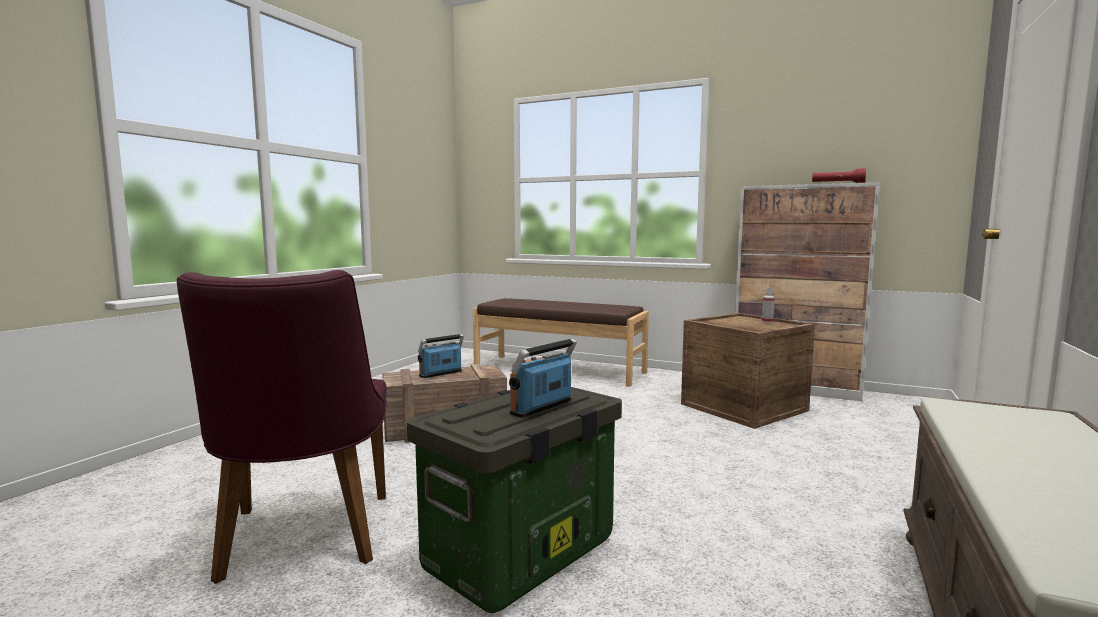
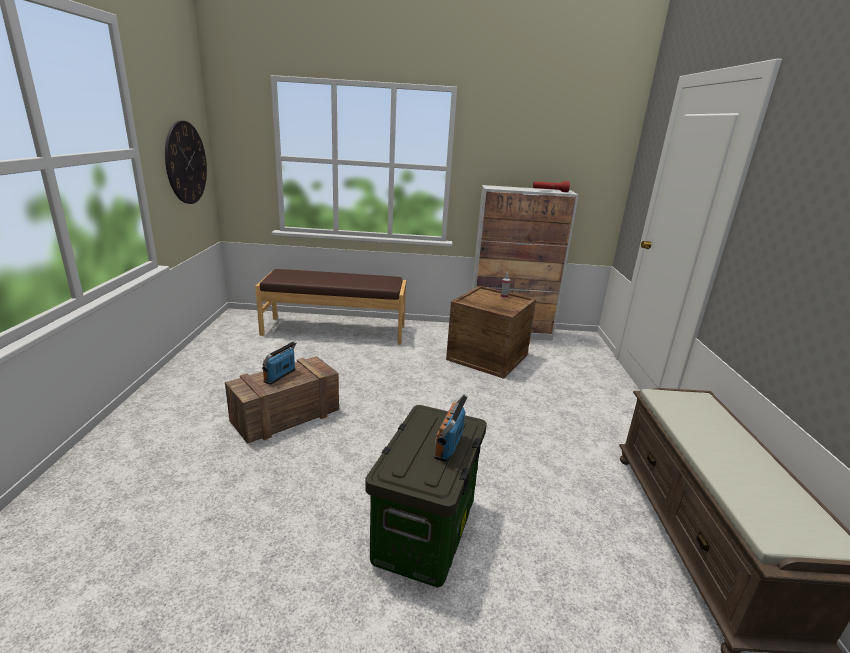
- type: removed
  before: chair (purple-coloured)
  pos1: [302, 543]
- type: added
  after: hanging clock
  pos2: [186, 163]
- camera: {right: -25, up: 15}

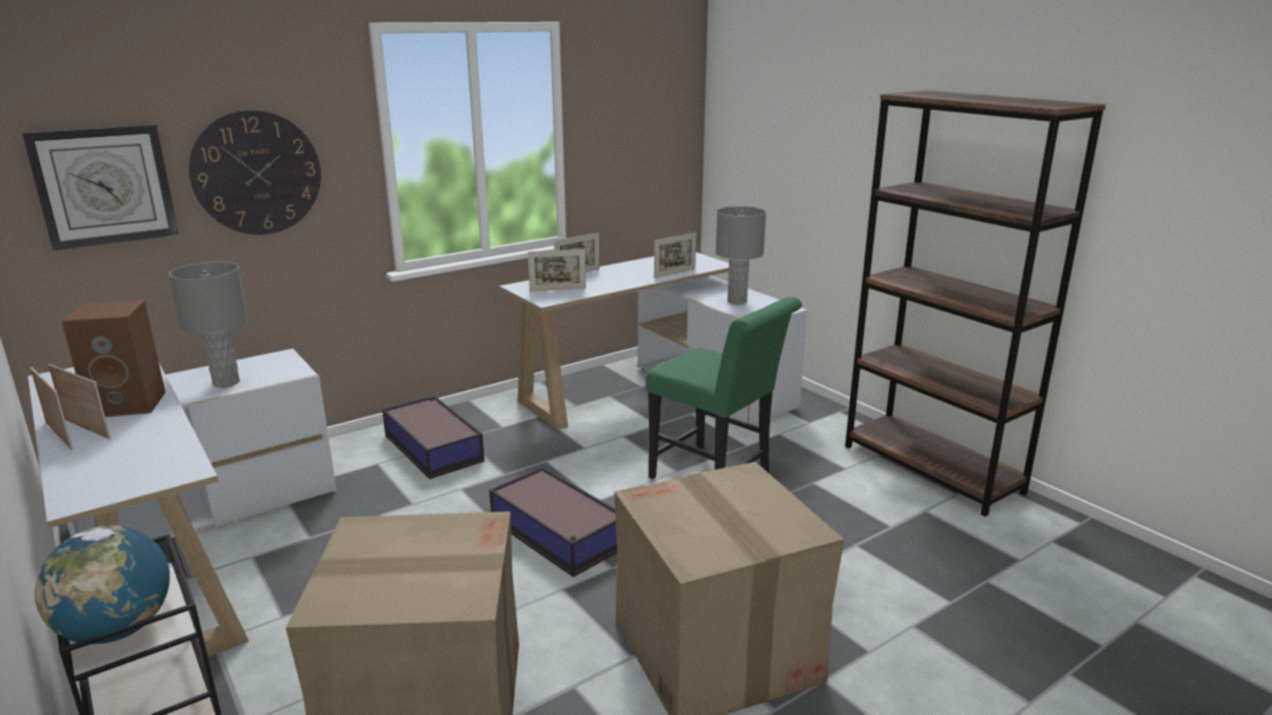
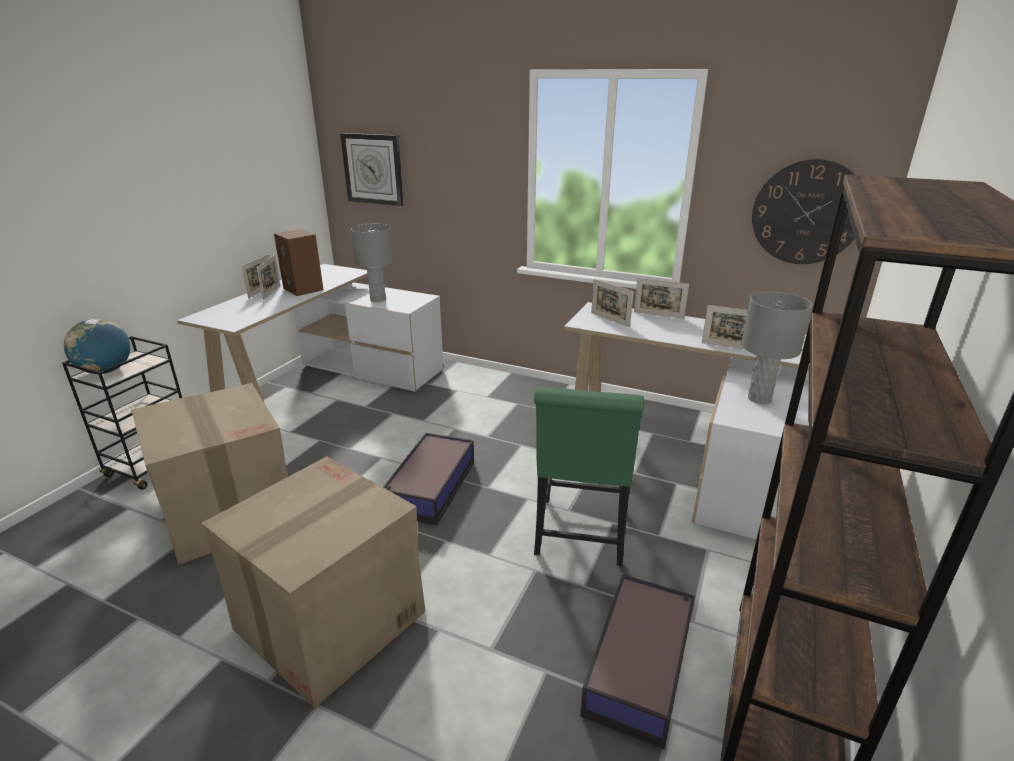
- type: moved
  before: hanging clock
  pos1: [257, 173]
  pos2: [807, 213]
- type: moved
  before: storage box
  pos1: [433, 447]
  pos2: [640, 665]
- camera: {right: 60, up: 5}

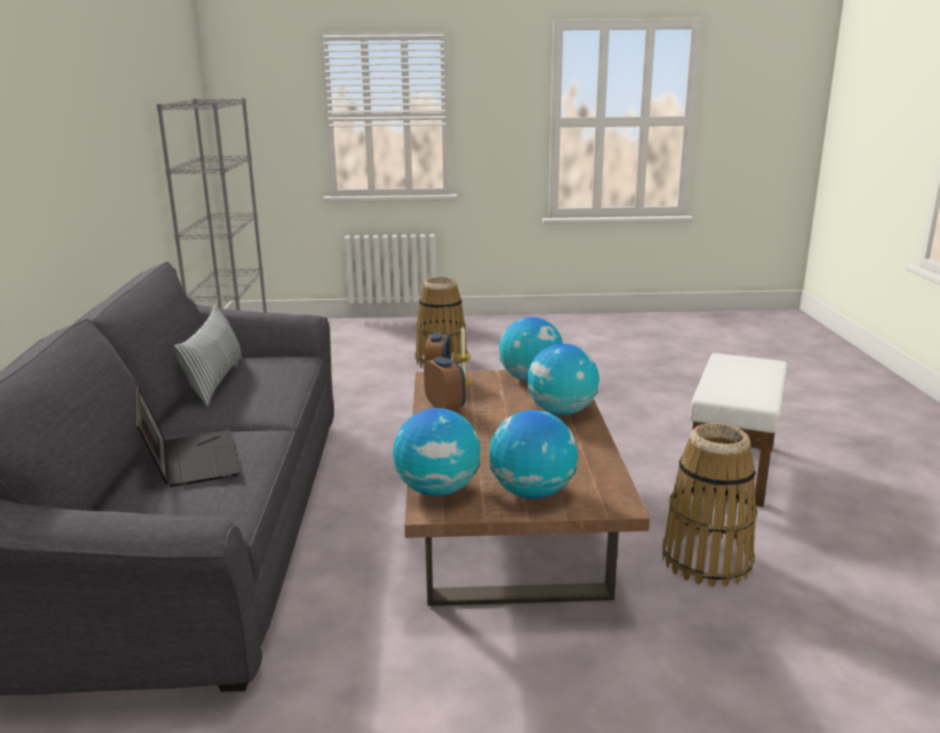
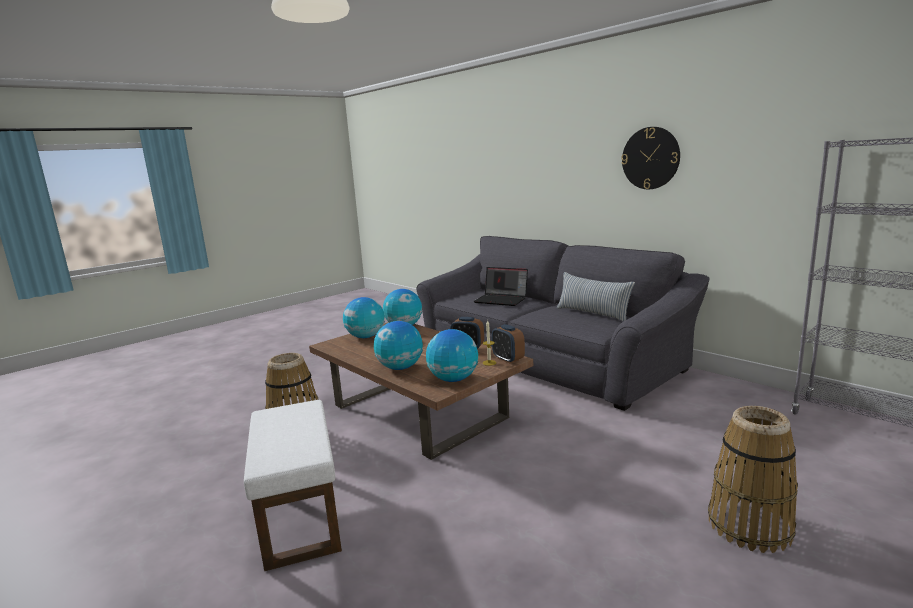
- type: added
  after: hanging clock
  pos2: [650, 158]
- camera: {right: 140, up: -5}

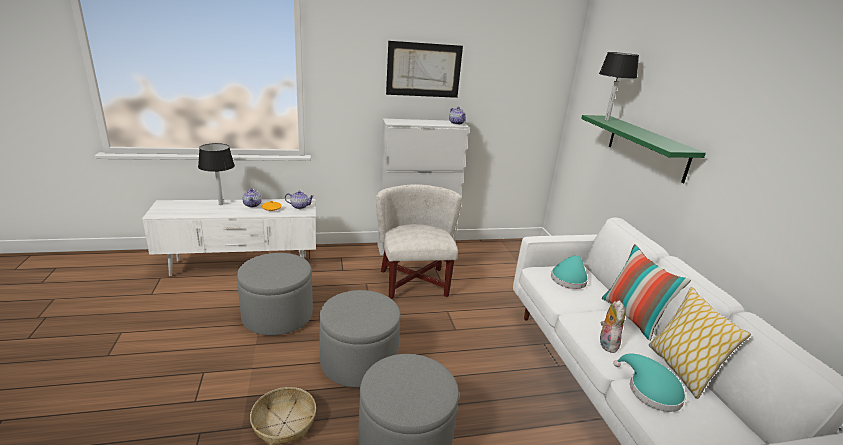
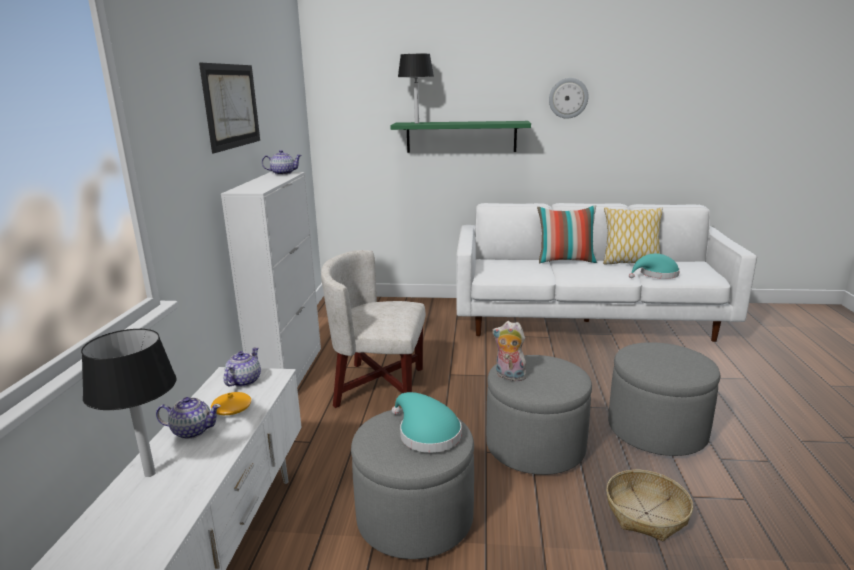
- type: moved
  before: wearable hat (turquoise-coloured)
  pos1: [569, 279]
  pos2: [426, 433]
- type: moved
  before: plush toy
  pos1: [606, 343]
  pos2: [508, 376]
- type: added
  after: hanging clock
  pos2: [568, 98]
- camera: {right: -70, up: -5}

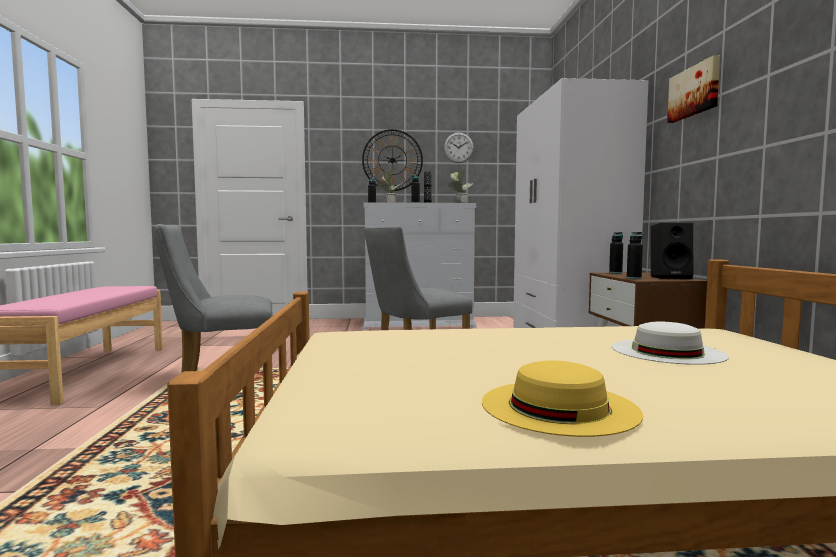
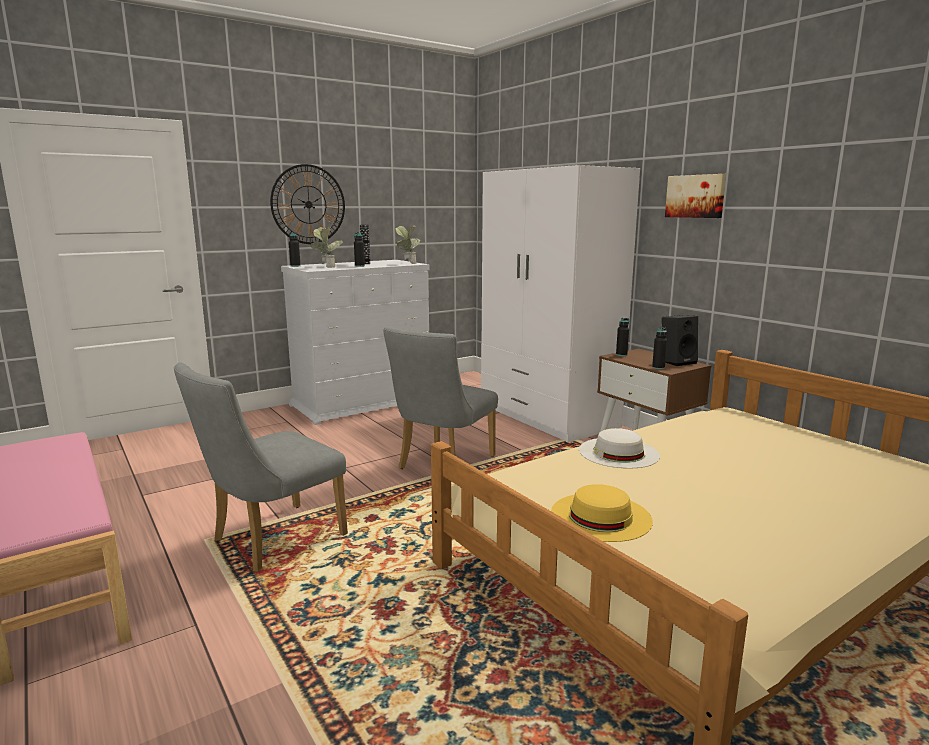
- type: removed
  before: hanging clock
  pos1: [458, 147]
- type: moved
  before: wearable hat (yellow)
  pos1: [558, 406]
  pos2: [600, 516]
- type: moved
  before: wearable hat (whitish)
  pos1: [667, 351]
  pos2: [618, 452]
- camera: {right: -30, up: 10}

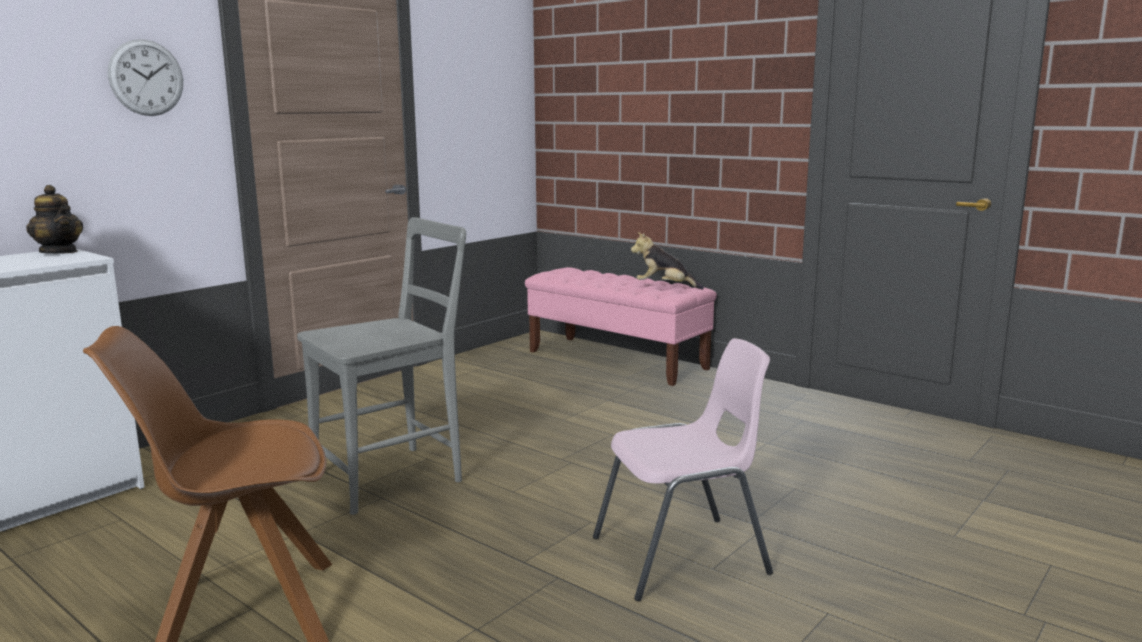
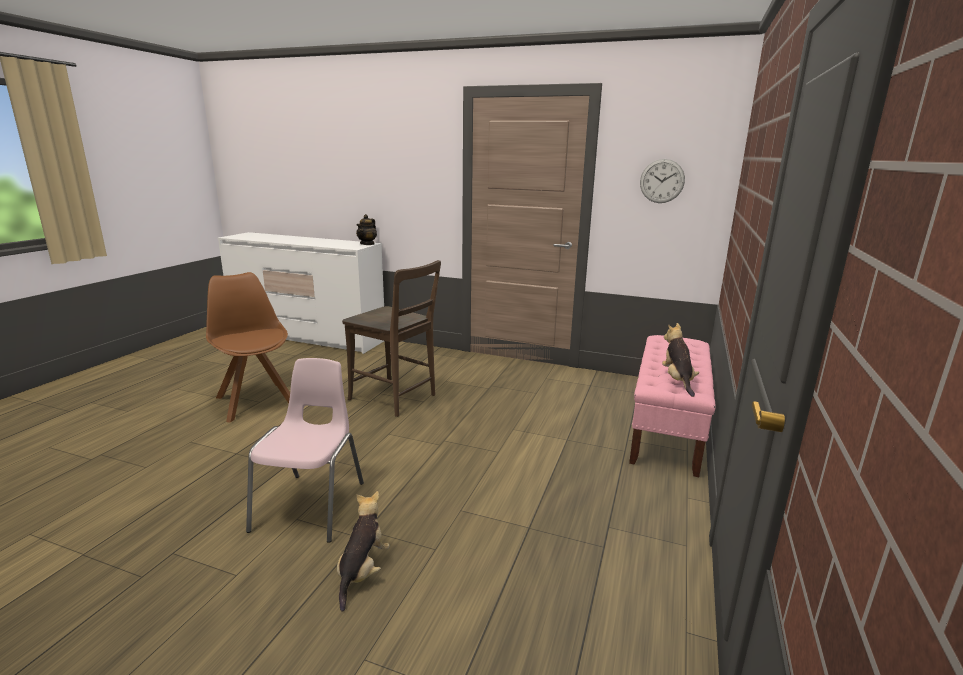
- type: moved
  before: hanging clock
  pos1: [146, 78]
  pos2: [662, 181]
- type: recoloured
  before: chair (grey)
  after: chair (brownish)
  pos1: [394, 476]
  pos2: [396, 398]
- type: turned
  before: chair (pink)
  pos1: [683, 556]
  pos2: [312, 505]
  turn: -135
- type: added
  after: plush toy
  pos2: [362, 571]
- camera: {right: 70, up: 5}

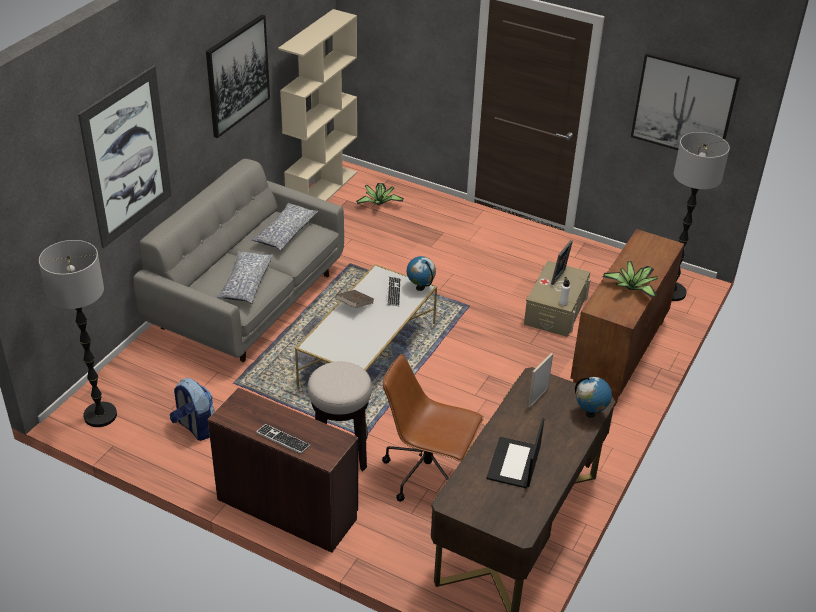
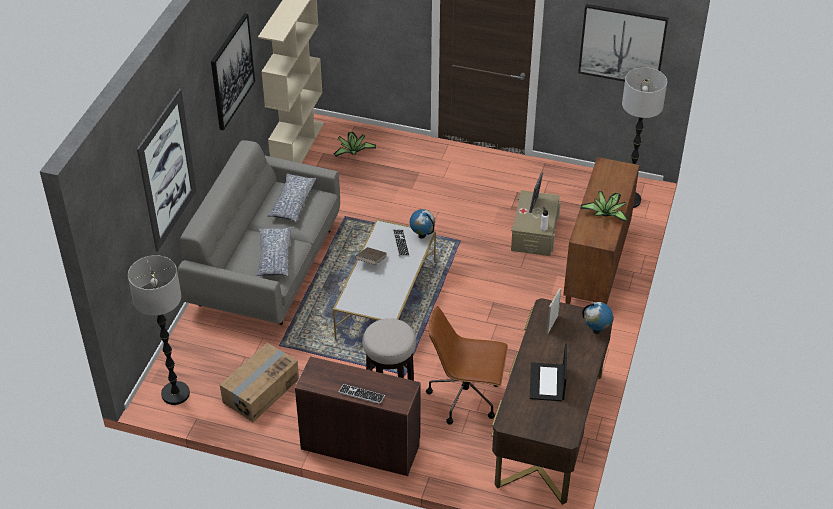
- type: replaced
  before: backpack
  after: packing box
  pos1: [195, 427]
  pos2: [260, 391]
- camera: {right: -10, up: 5}

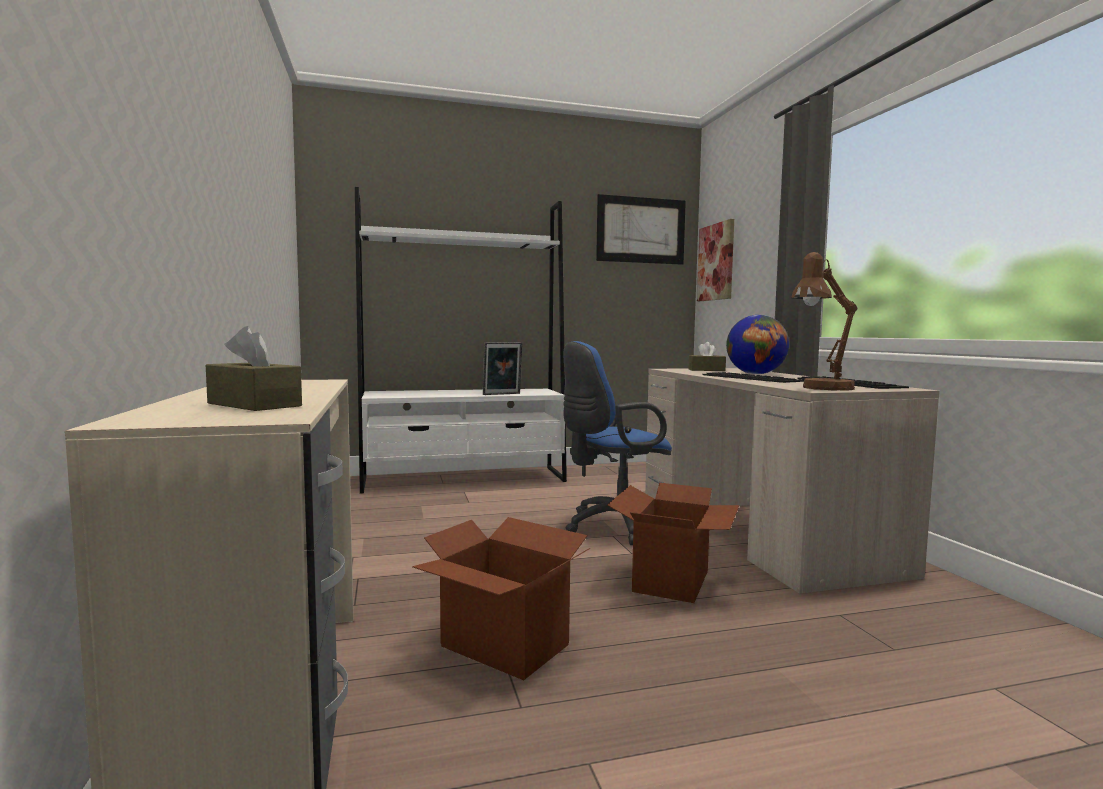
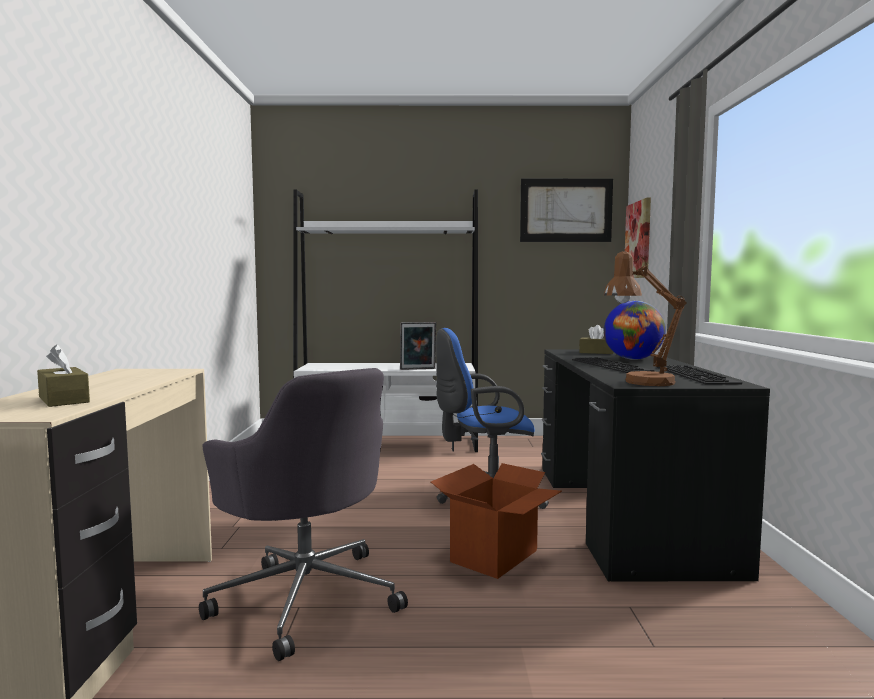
- type: replaced
  before: packing box
  after: office chair (grey)
  pos1: [504, 646]
  pos2: [306, 596]
- type: recoloured
  before: desk (sand-coloured)
  after: desk (blackish)
  pos1: [756, 528]
  pos2: [624, 512]
- camera: {right: 15, up: 0}

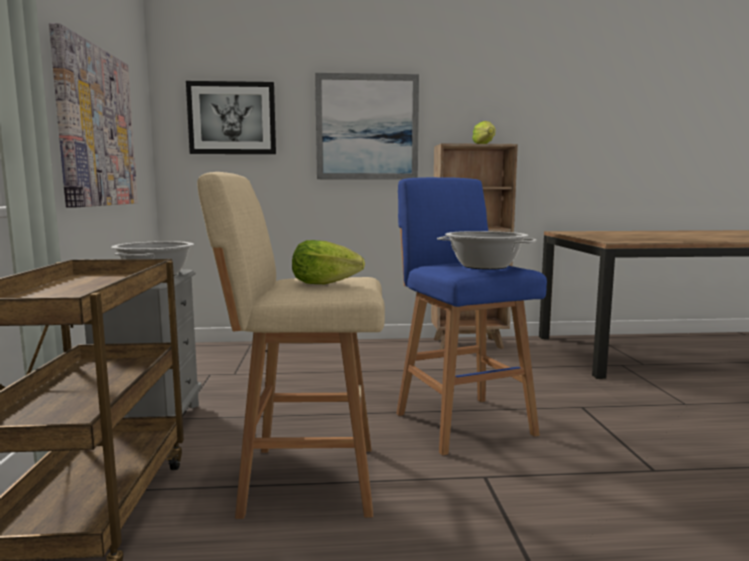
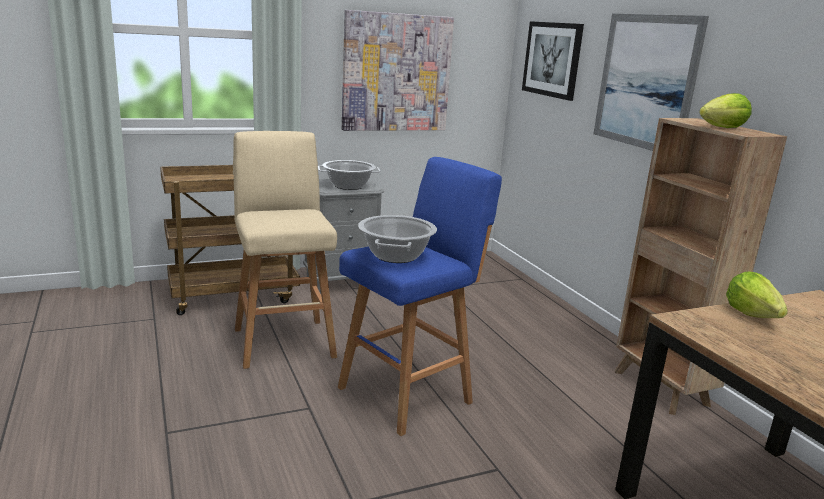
- type: moved
  before: lettuce
  pos1: [324, 284]
  pos2: [751, 314]
- camera: {right: 70, up: 10}

